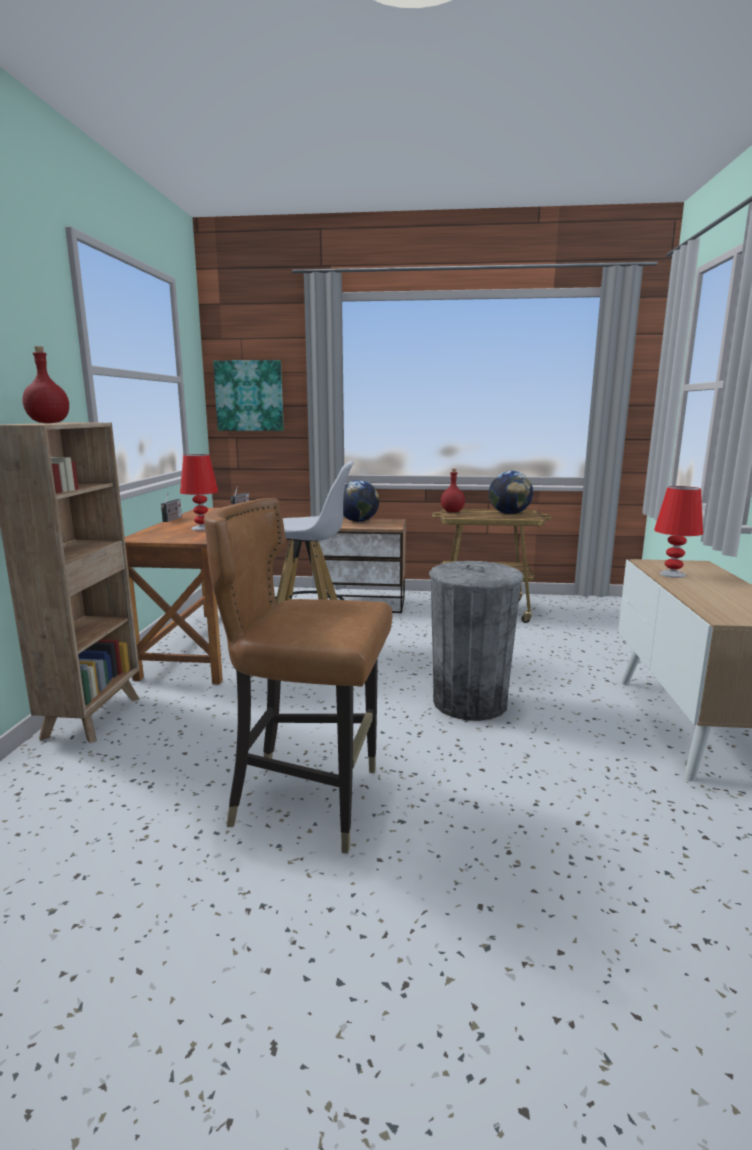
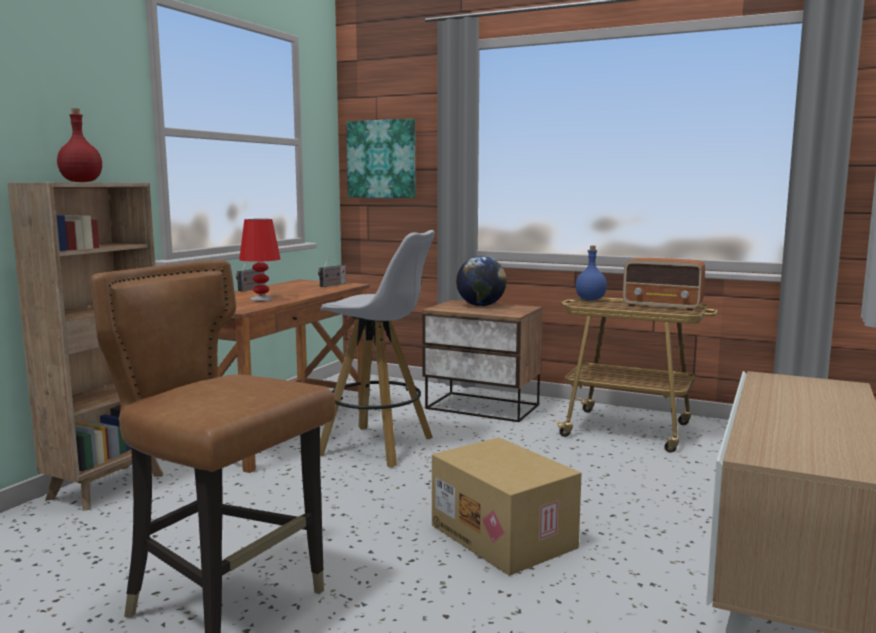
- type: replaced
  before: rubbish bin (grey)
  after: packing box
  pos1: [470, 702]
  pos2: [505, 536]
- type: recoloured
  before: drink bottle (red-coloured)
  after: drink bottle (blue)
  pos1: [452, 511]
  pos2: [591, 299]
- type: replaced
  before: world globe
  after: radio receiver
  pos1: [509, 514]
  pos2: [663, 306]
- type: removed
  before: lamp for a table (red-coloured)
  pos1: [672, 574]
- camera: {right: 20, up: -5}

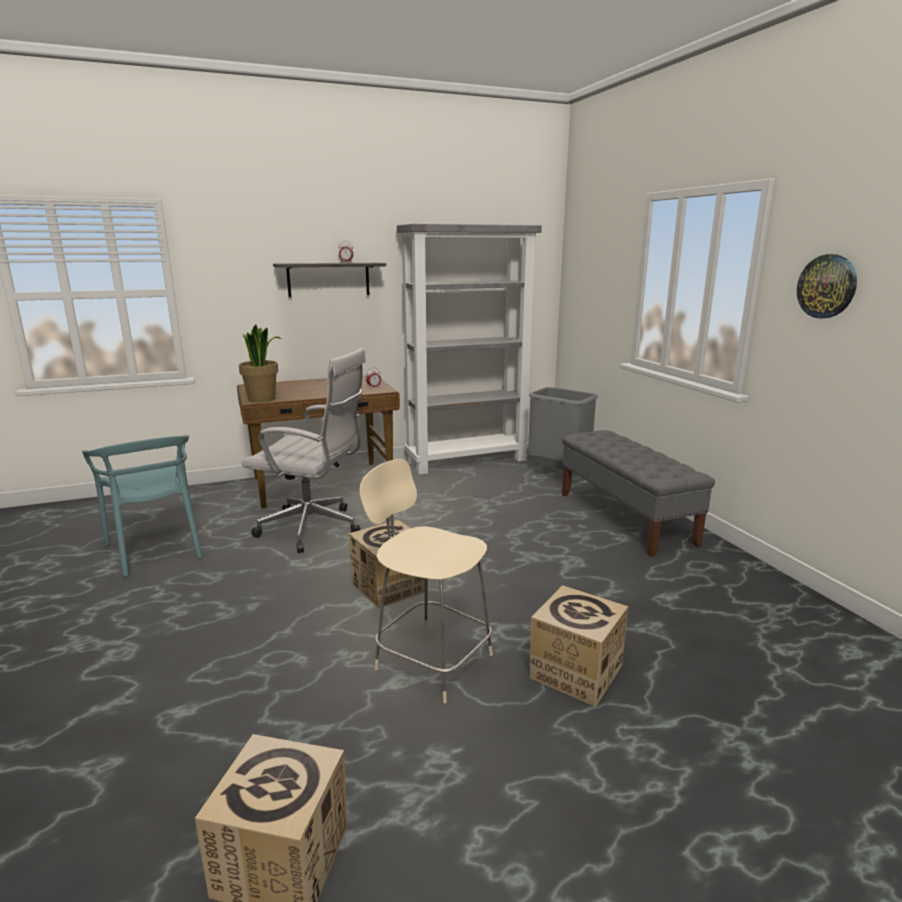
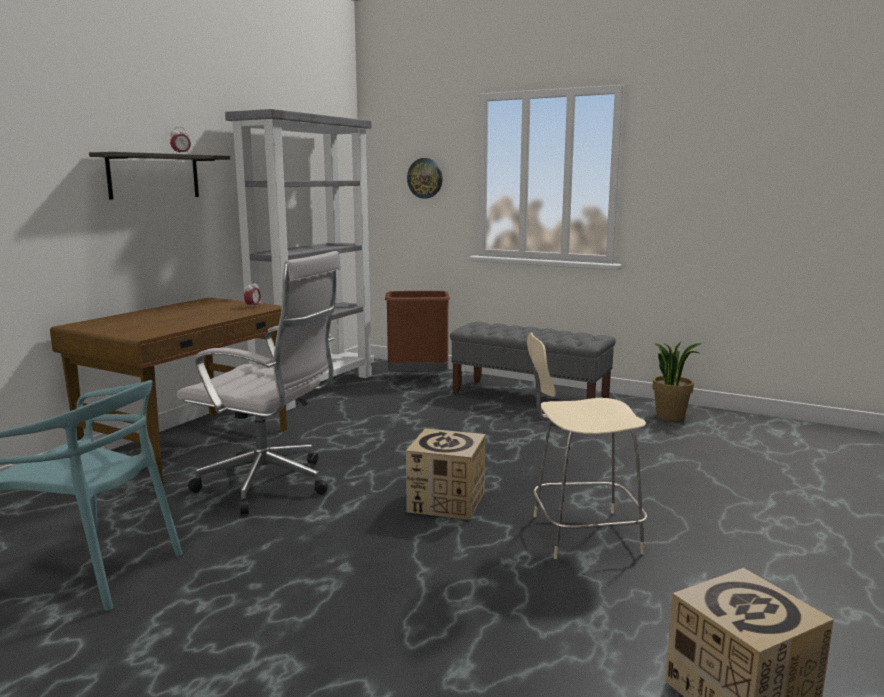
- type: moved
  before: plant in a pot
  pos1: [262, 399]
  pos2: [670, 416]
- type: turned
  before: office chair (whitish)
  pos1: [314, 529]
  pos2: [270, 485]
  turn: 45
- type: recoloured
  before: rubbish bin (grey)
  after: rubbish bin (brownish)
  pos1: [559, 472]
  pos2: [418, 378]
- type: removed
  before: packing box
  pos1: [575, 672]
- type: moved
  before: hanging clock
  pos1: [827, 286]
  pos2: [425, 178]
- camera: {right: -40, up: -5}

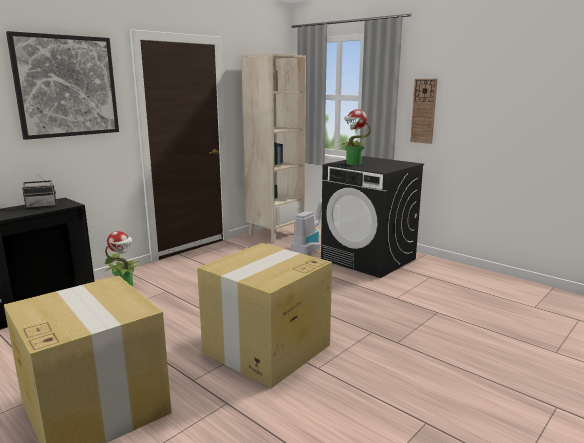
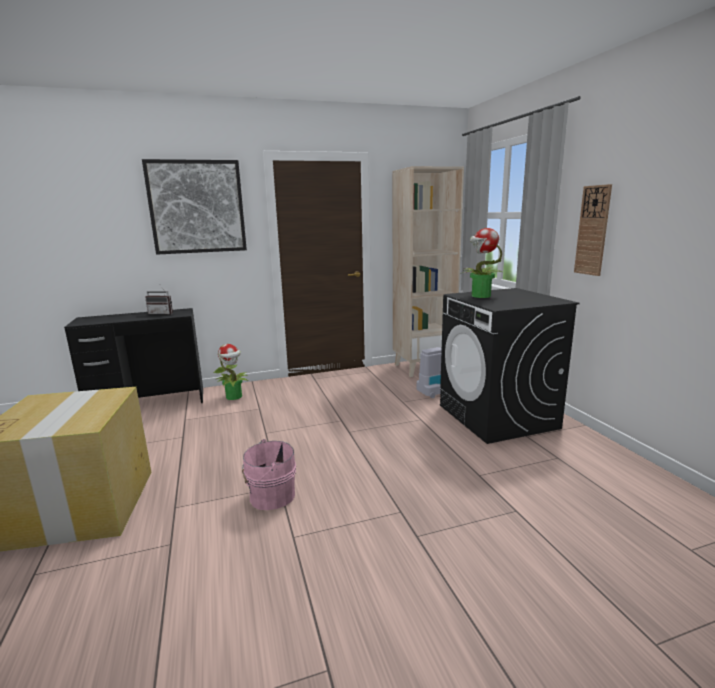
- type: replaced
  before: packing box
  after: water bucket (pink)
  pos1: [266, 349]
  pos2: [270, 496]
- camera: {right: 30, up: 0}

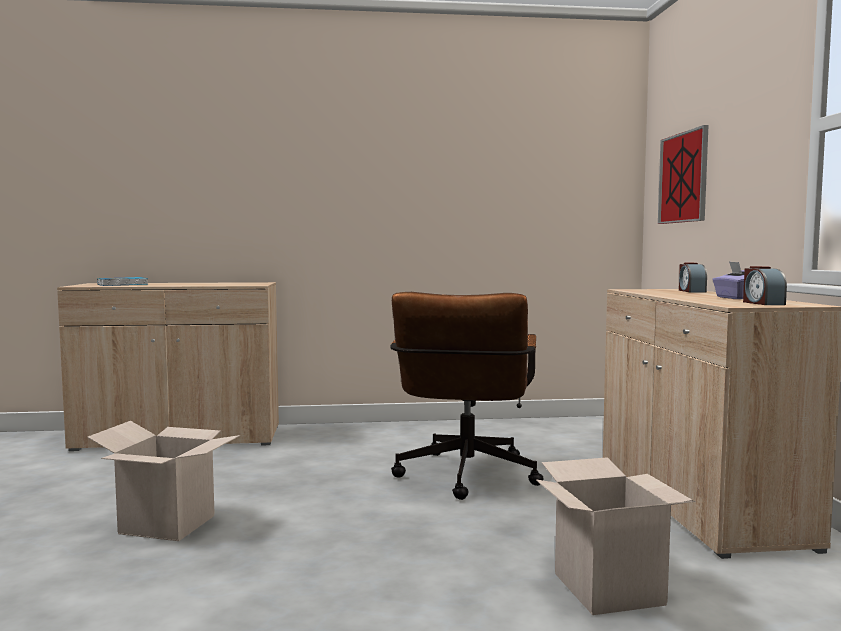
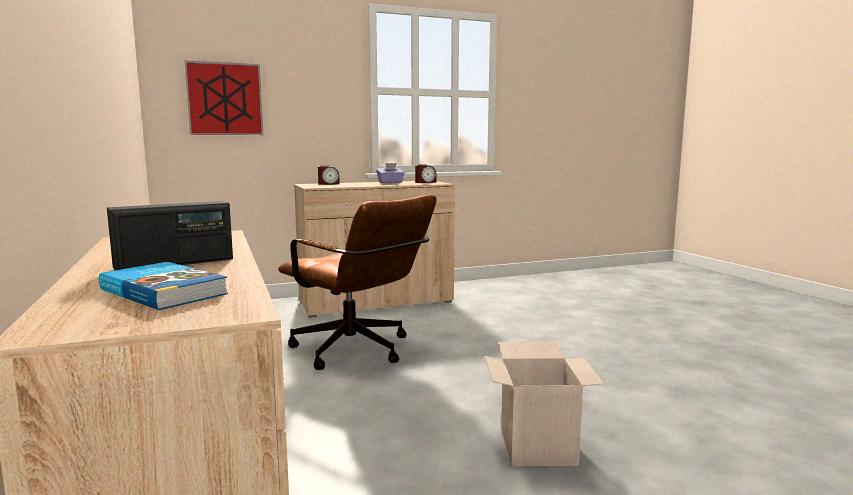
- type: turned
  before: office chair (brownish)
  pos1: [465, 479]
  pos2: [358, 352]
  turn: 45
- type: removed
  before: packing box
  pos1: [608, 589]
- type: added
  after: radio receiver
  pos2: [175, 263]
- camera: {right: -105, up: 5}

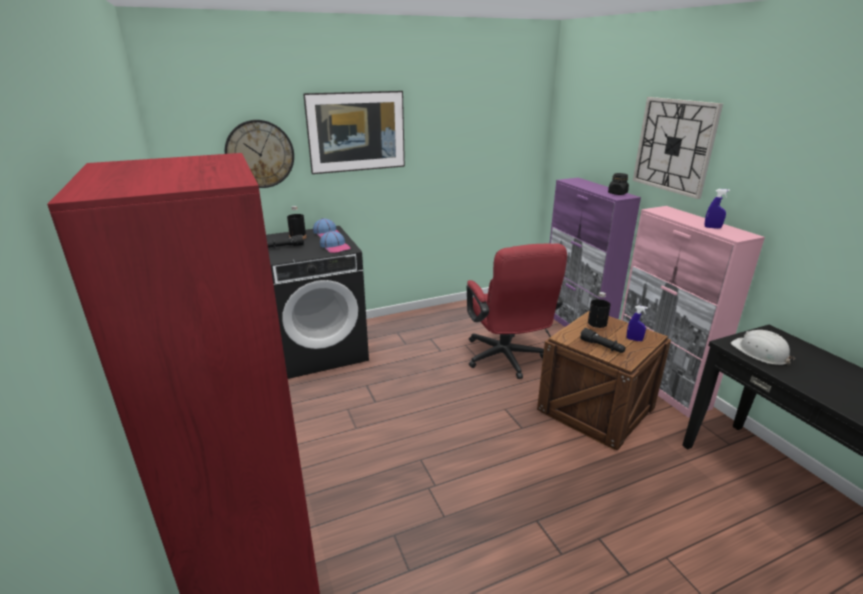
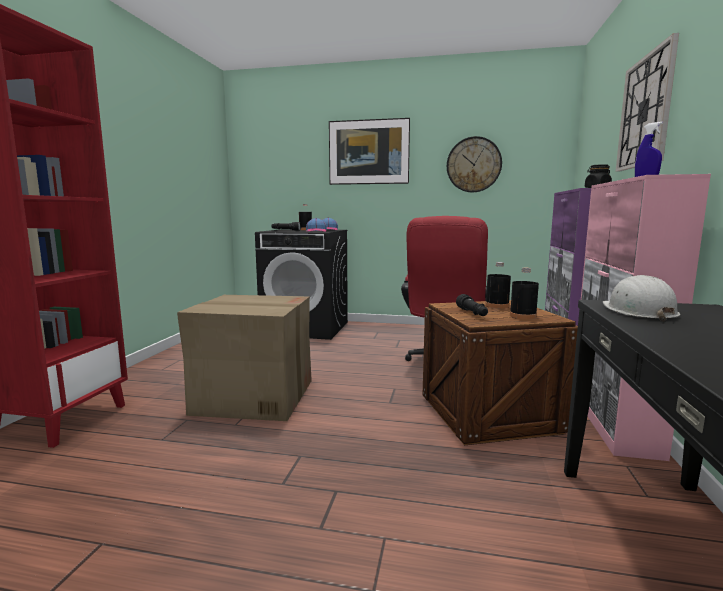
- type: moved
  before: hanging clock
  pos1: [260, 154]
  pos2: [473, 164]
- type: replaced
  before: spray bottle (blue)
  after: drink bottle (blackish)
  pos1: [634, 339]
  pos2: [523, 316]
- type: added
  after: packing box
  pos2: [253, 396]
- camera: {right: 35, up: -15}

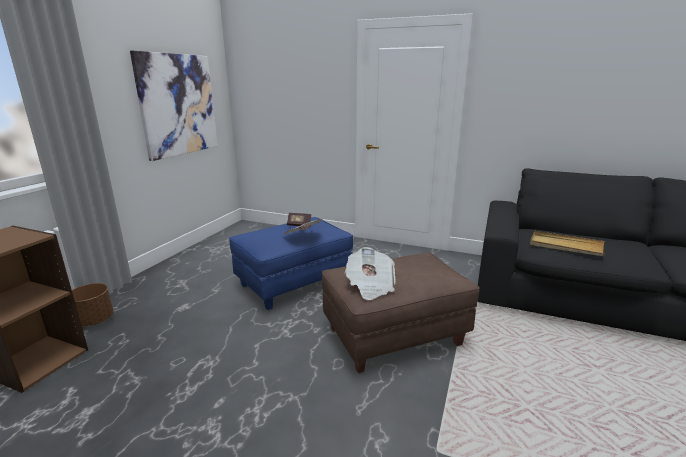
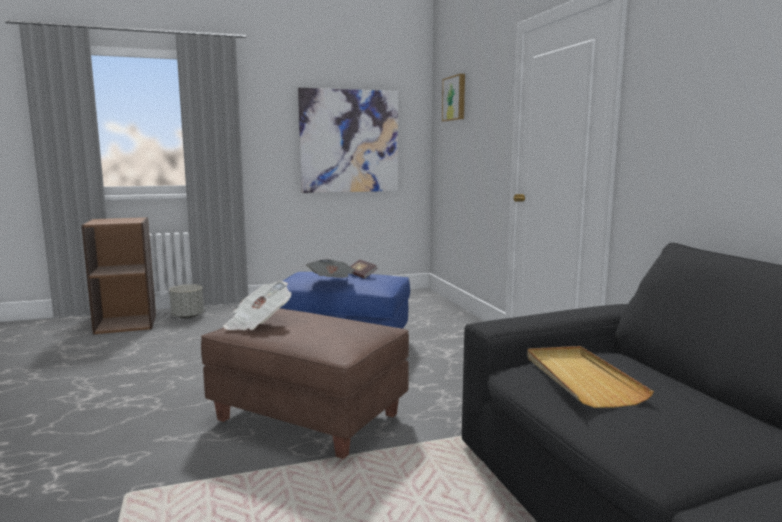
- type: recoloured
  before: planter (brownish)
  after: planter (grey)
  pos1: [94, 320]
  pos2: [188, 316]
- type: added
  after: picture
  pos2: [455, 98]
- camera: {right: 50, up: -10}

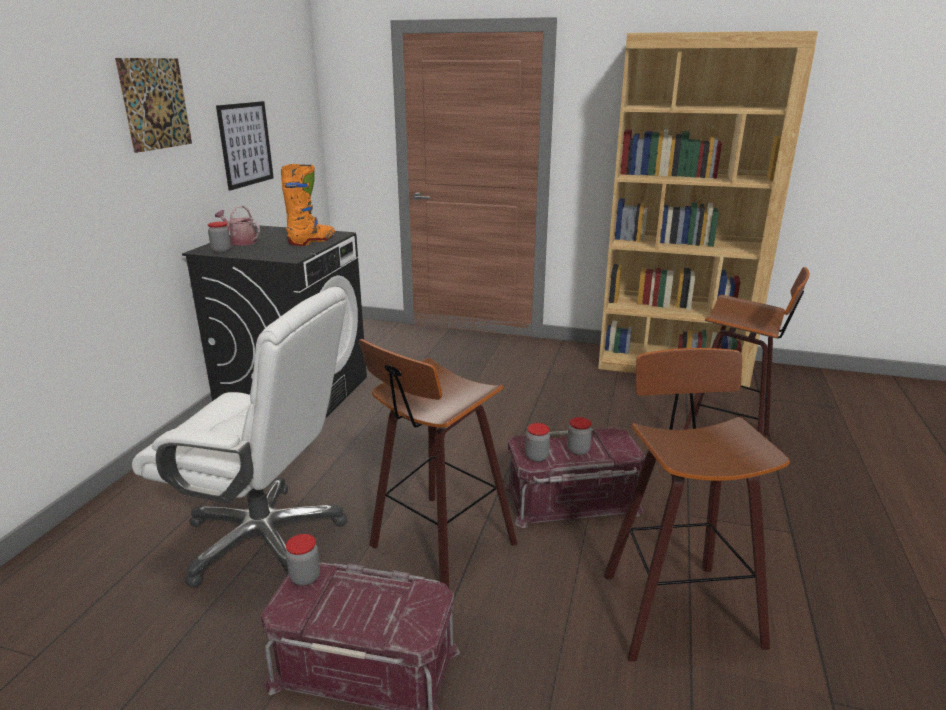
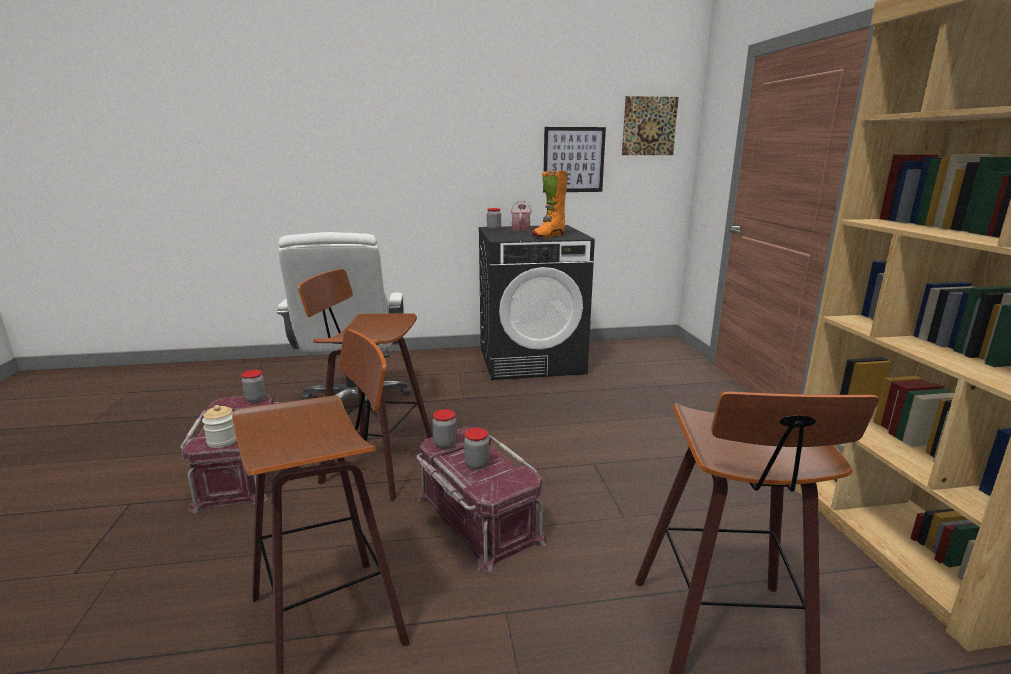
- type: moved
  before: picture
  pos1: [155, 104]
  pos2: [649, 126]
- type: turned
  before: tall boot (orange-coloured)
  pos1: [312, 241]
  pos2: [548, 236]
  turn: 120
- type: added
  after: jar
  pos2: [223, 441]
- camera: {right: 65, up: -5}

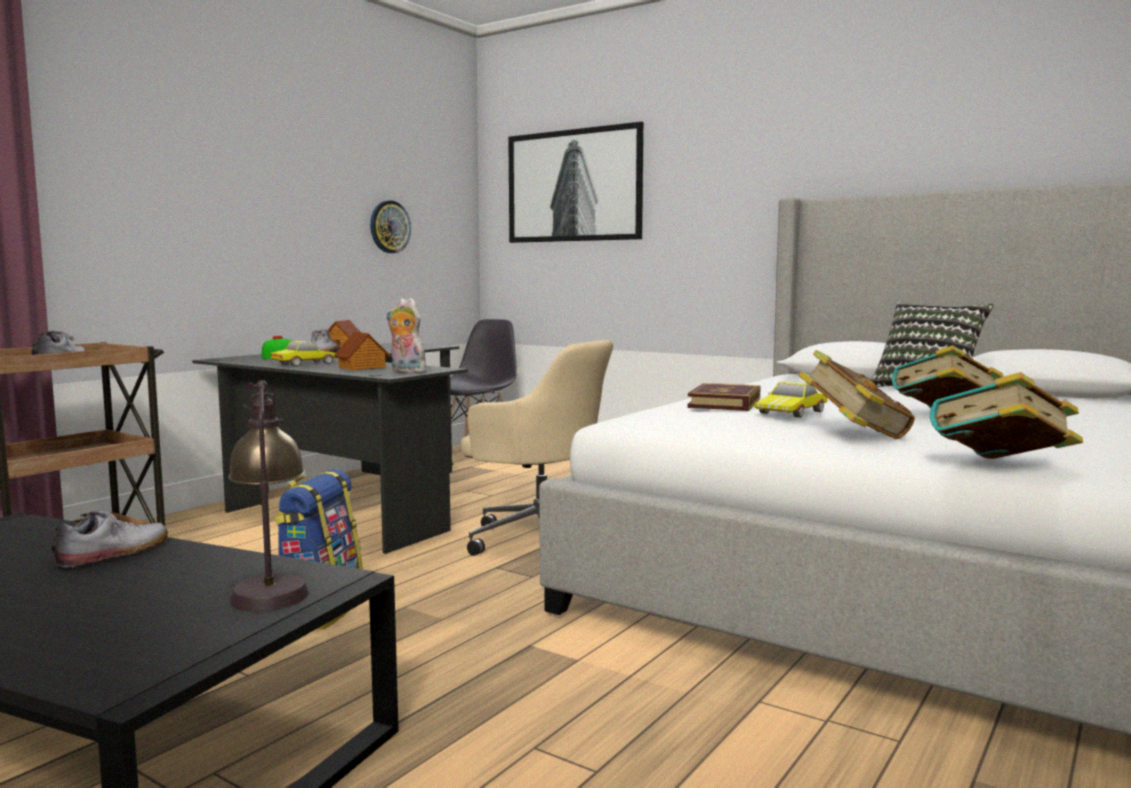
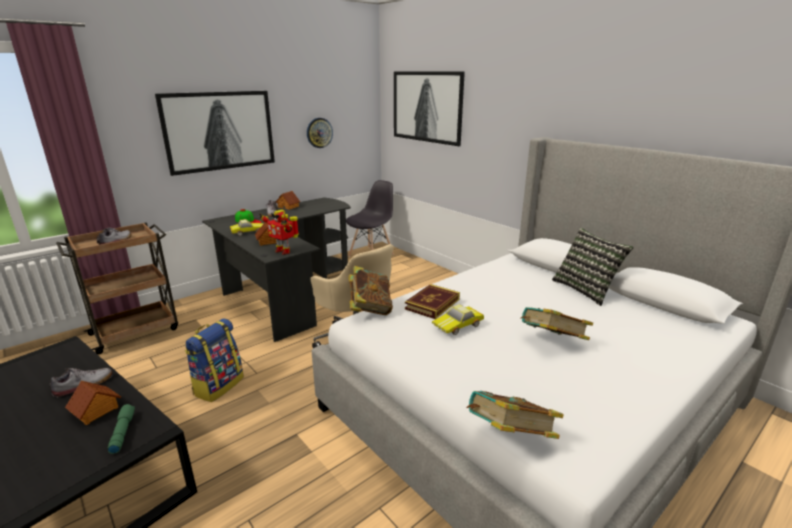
- type: replaced
  before: lamp for a table
  after: flashlight (green-coloured)
  pos1: [270, 586]
  pos2: [122, 432]
- type: replaced
  before: plush toy
  after: robot figure
  pos1: [405, 372]
  pos2: [283, 251]
- type: moved
  before: volume
  pos1: [853, 435]
  pos2: [370, 308]
- type: added
  after: toy house
  pos2: [96, 410]
- type: added
  after: picture
  pos2: [220, 131]
- camera: {right: 15, up: 15}

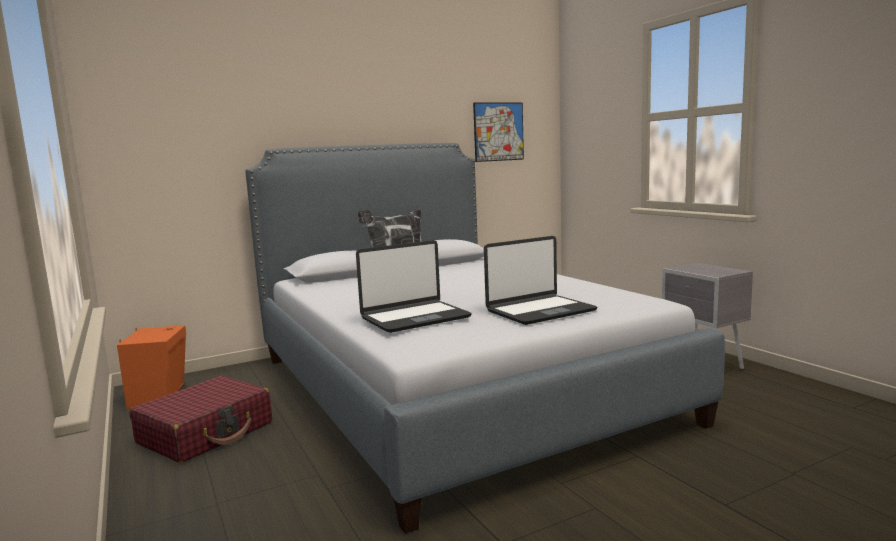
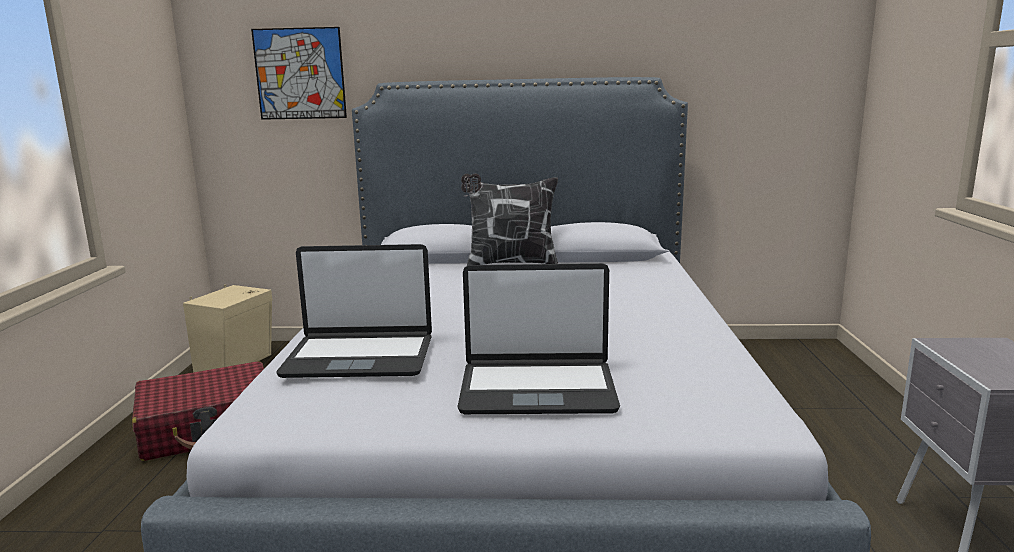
- type: recoloured
  before: audio speaker (orange-coloured)
  after: audio speaker (sand-coloured)
  pos1: [160, 395]
  pos2: [237, 363]
- type: moved
  before: picture
  pos1: [498, 131]
  pos2: [300, 74]
- camera: {right: 30, up: 5}

